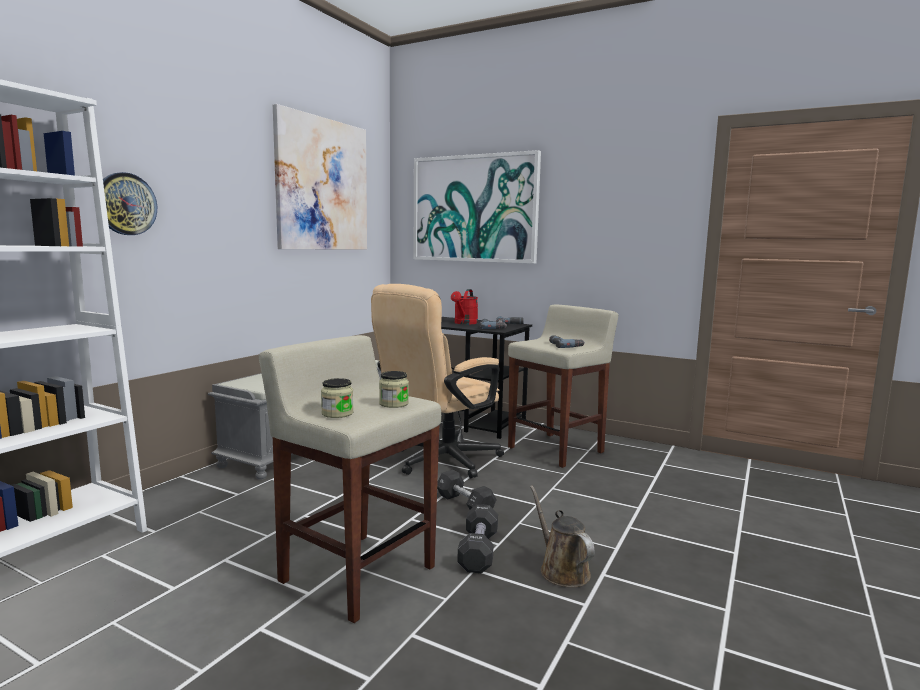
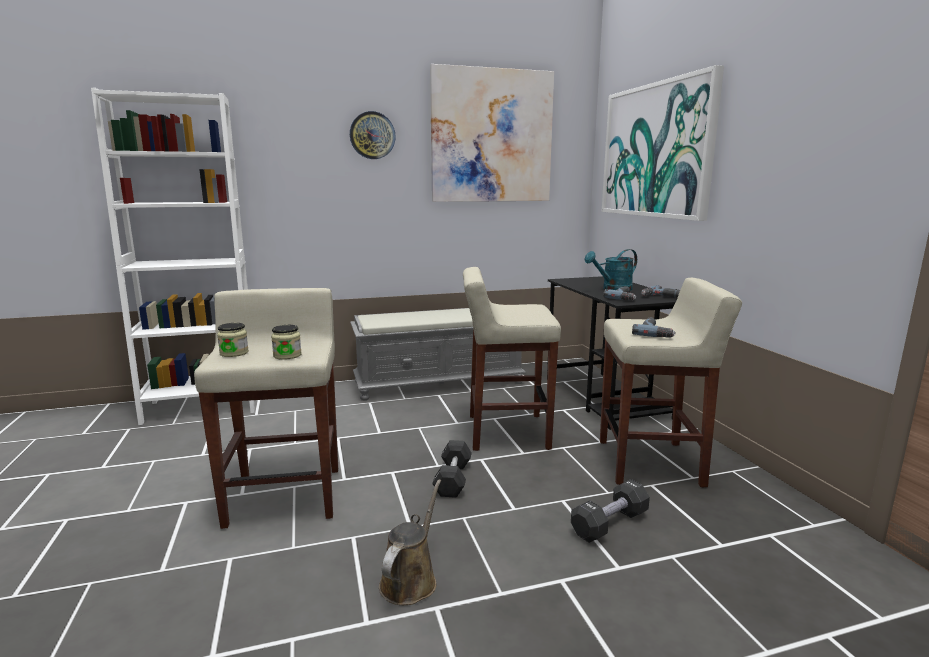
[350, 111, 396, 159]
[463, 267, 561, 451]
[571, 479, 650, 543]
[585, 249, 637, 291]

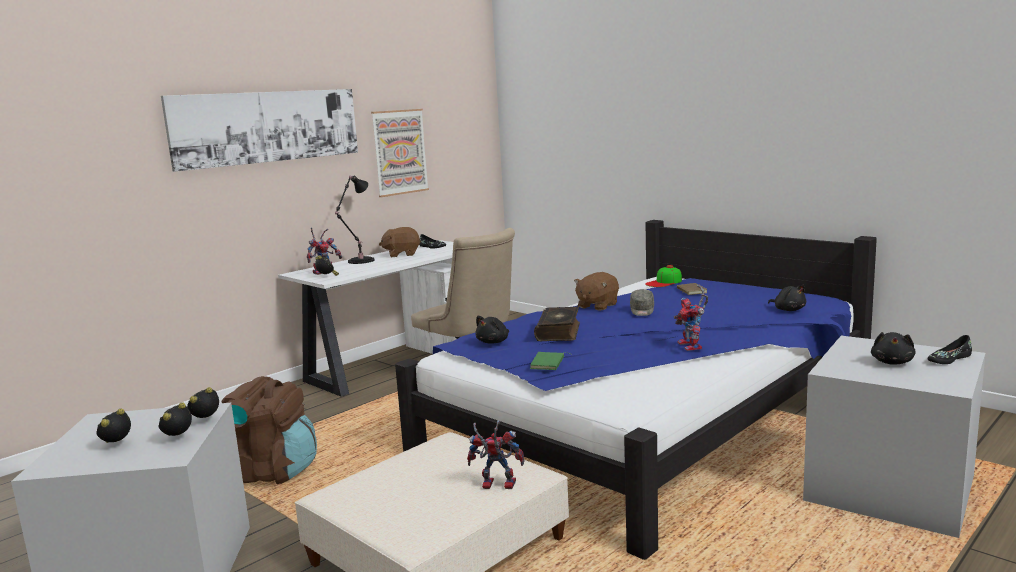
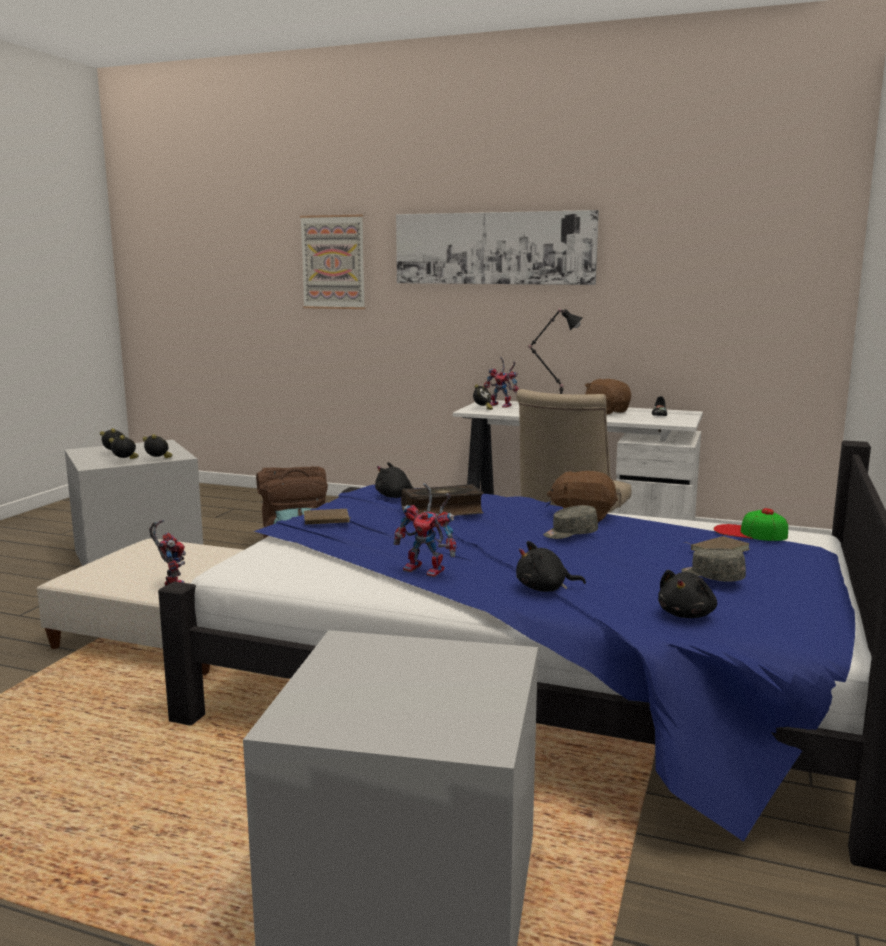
[300, 215, 365, 309]
[304, 509, 351, 525]
[393, 483, 457, 577]
[516, 541, 586, 592]
[681, 548, 746, 582]
[928, 335, 972, 364] (first image)

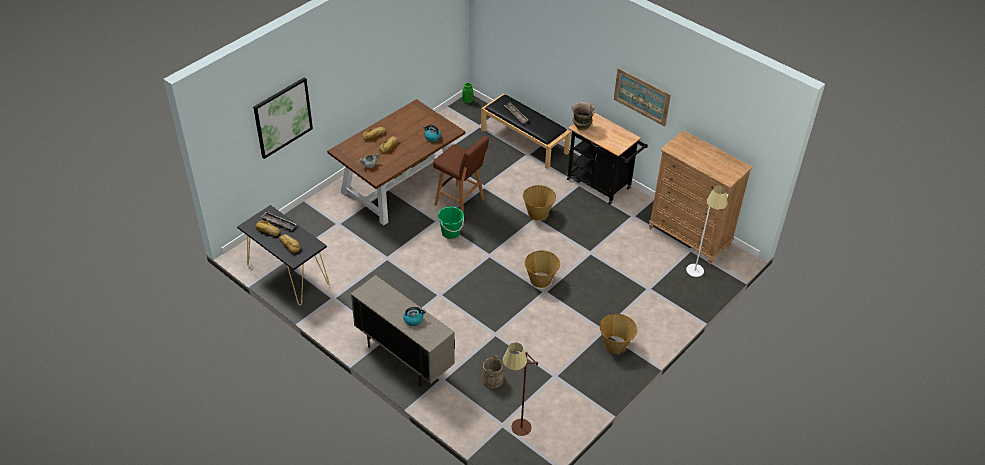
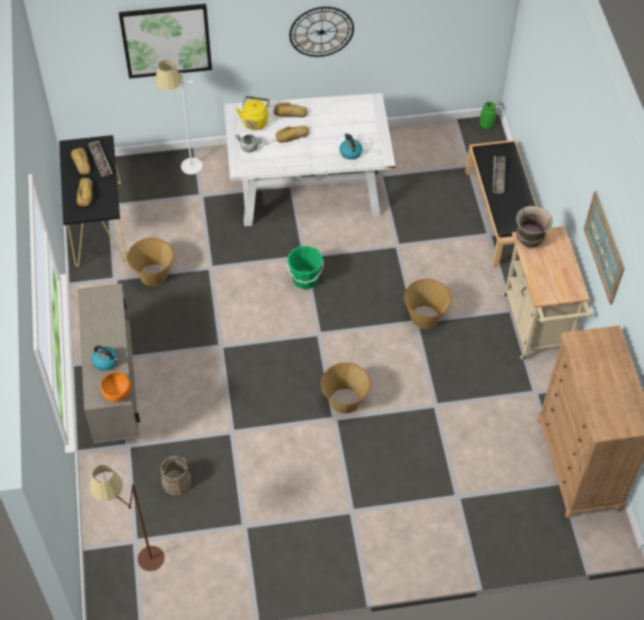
[100, 372, 131, 402]
[127, 238, 174, 286]
[155, 60, 203, 174]
[224, 93, 395, 226]
[236, 96, 270, 130]
[289, 7, 354, 57]
[502, 226, 592, 360]
[433, 136, 489, 220] (first image)

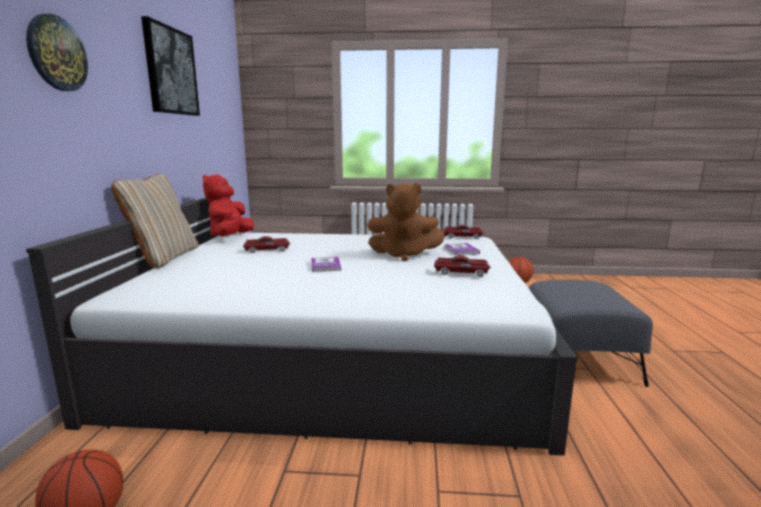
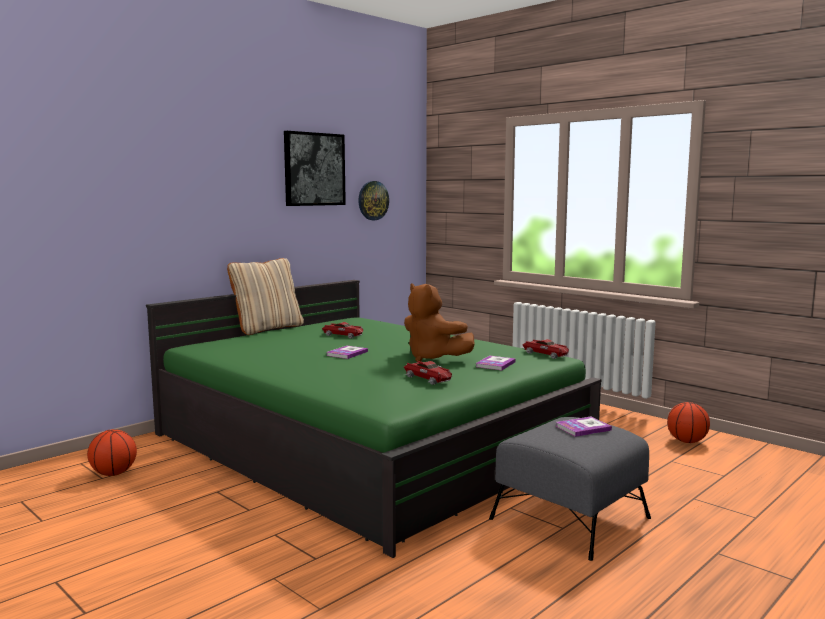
[146, 280, 602, 558]
[358, 181, 389, 220]
[556, 417, 612, 437]
[203, 174, 254, 237] (first image)

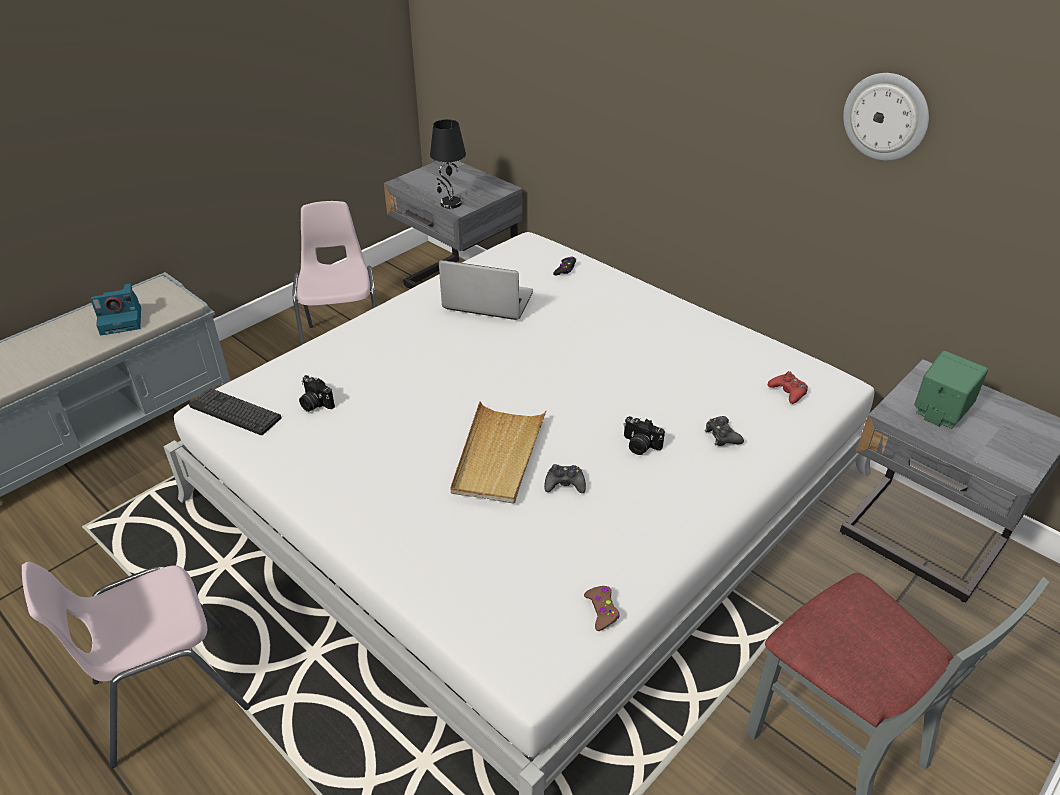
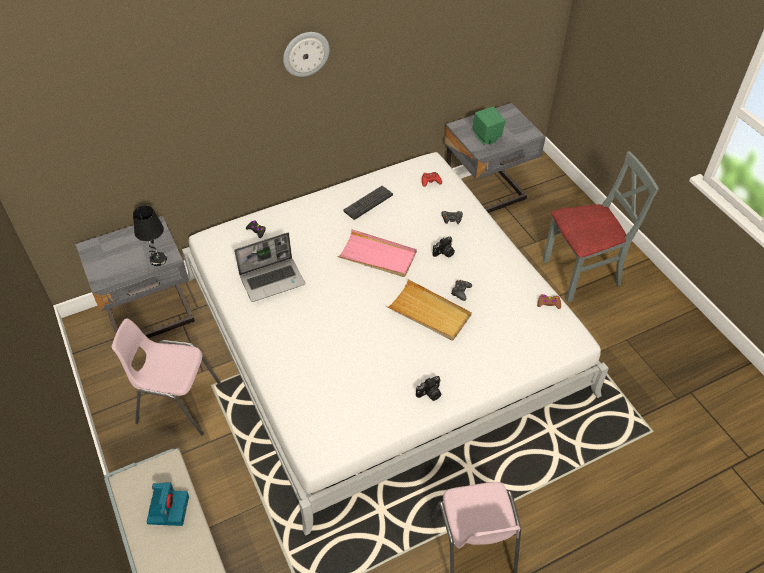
[234, 233, 305, 302]
[283, 32, 329, 77]
[337, 229, 417, 277]
[343, 186, 393, 220]
[416, 376, 441, 401]

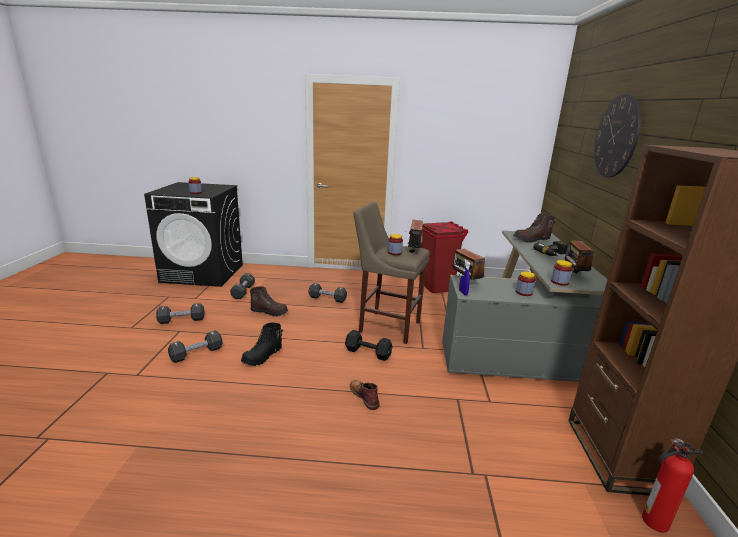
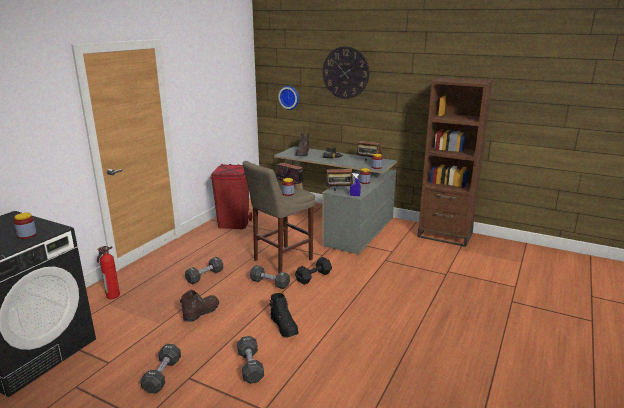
[97, 246, 120, 299]
[250, 265, 290, 289]
[278, 86, 299, 110]
[350, 380, 380, 410] (first image)

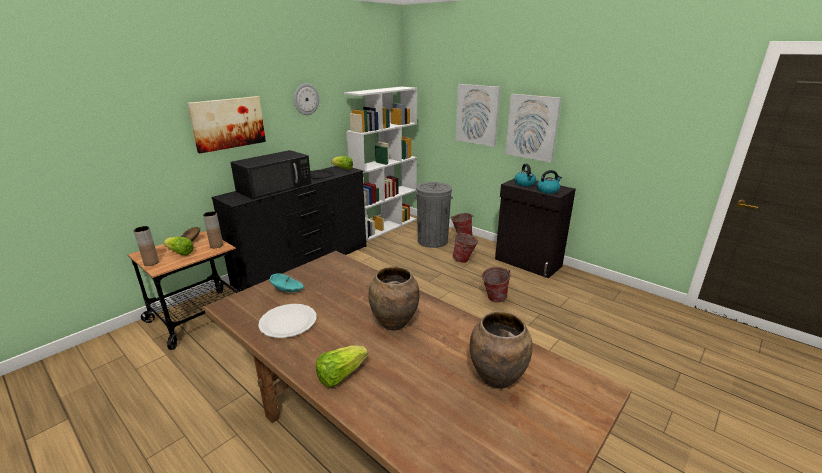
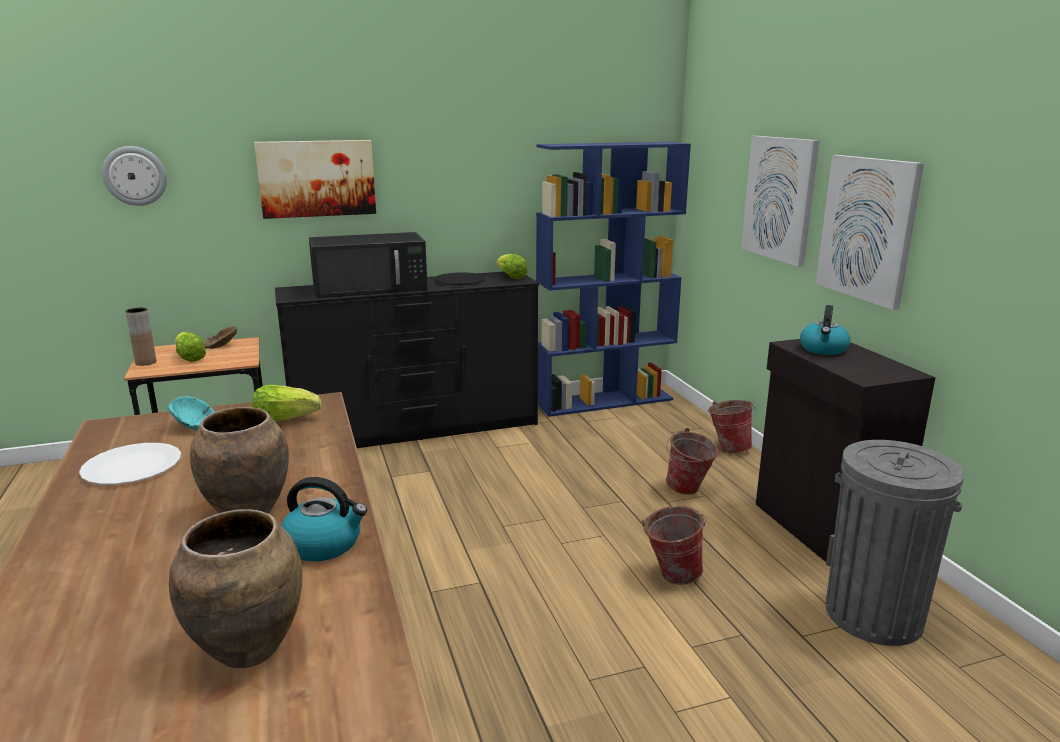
[102, 146, 167, 206]
[252, 385, 321, 422]
[281, 477, 367, 561]
[536, 142, 691, 417]
[826, 440, 964, 646]
[203, 212, 223, 248] (first image)

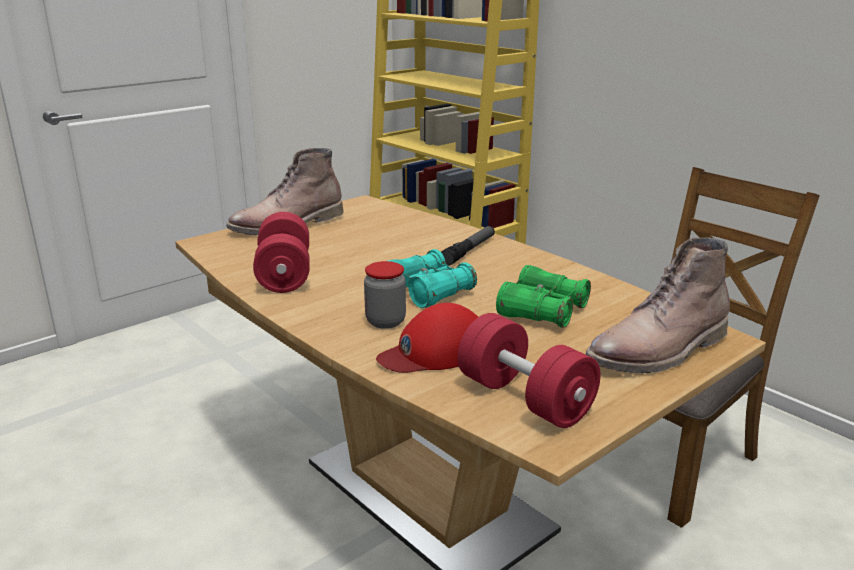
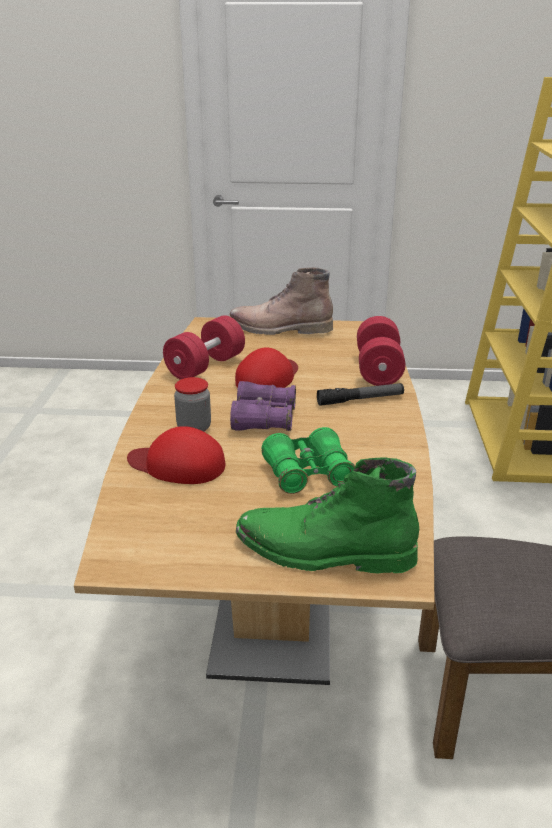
[230, 381, 296, 431]
[235, 347, 298, 388]
[236, 457, 419, 573]
[357, 316, 406, 386]

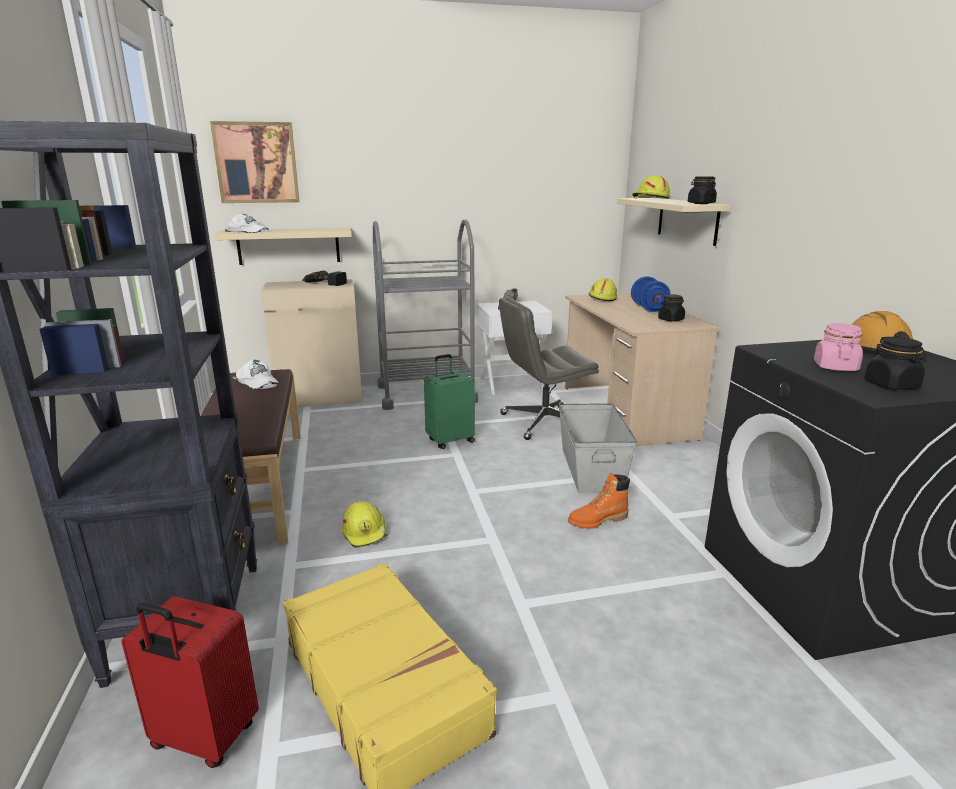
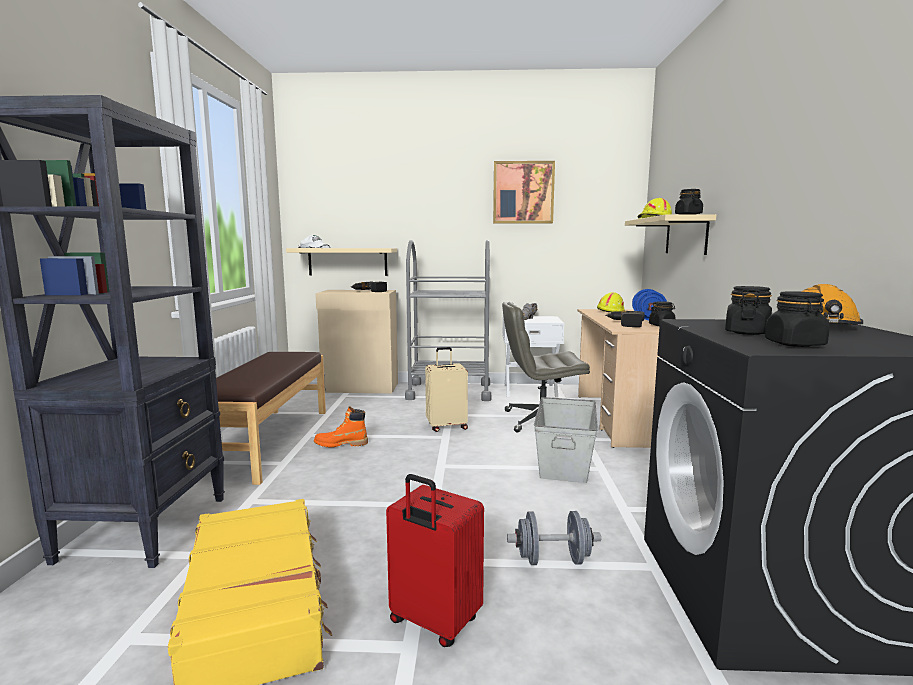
[314, 406, 368, 448]
[386, 474, 484, 647]
[425, 347, 468, 432]
[493, 161, 555, 223]
[507, 511, 601, 565]
[605, 311, 644, 327]
[725, 286, 772, 335]
[233, 360, 279, 389] (first image)
[342, 501, 388, 548] (first image)

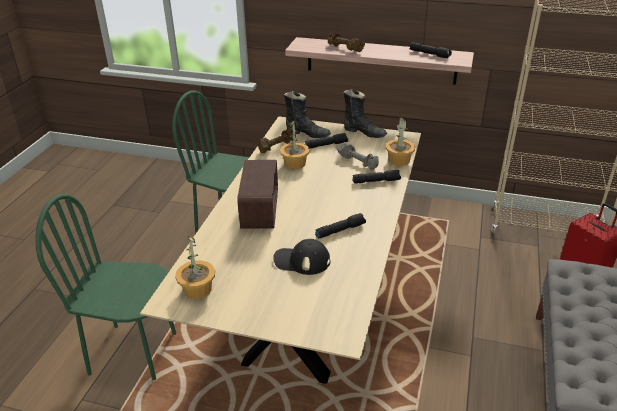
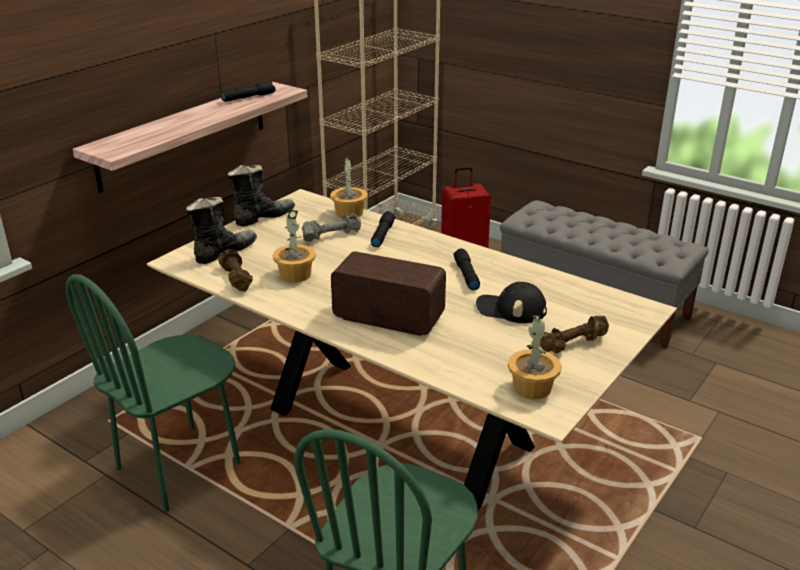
[476, 282, 547, 323]
[540, 316, 609, 353]
[305, 133, 348, 149] (first image)

